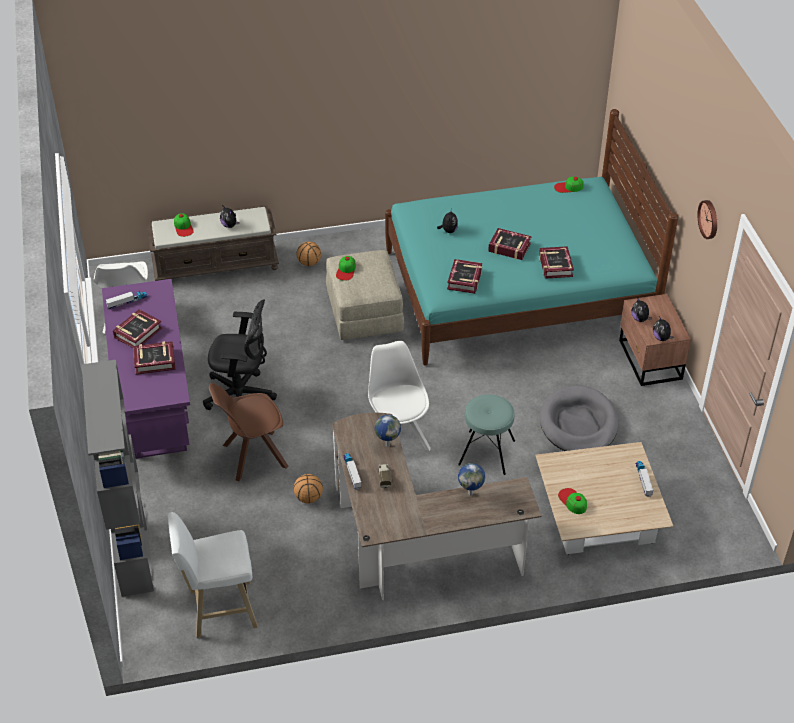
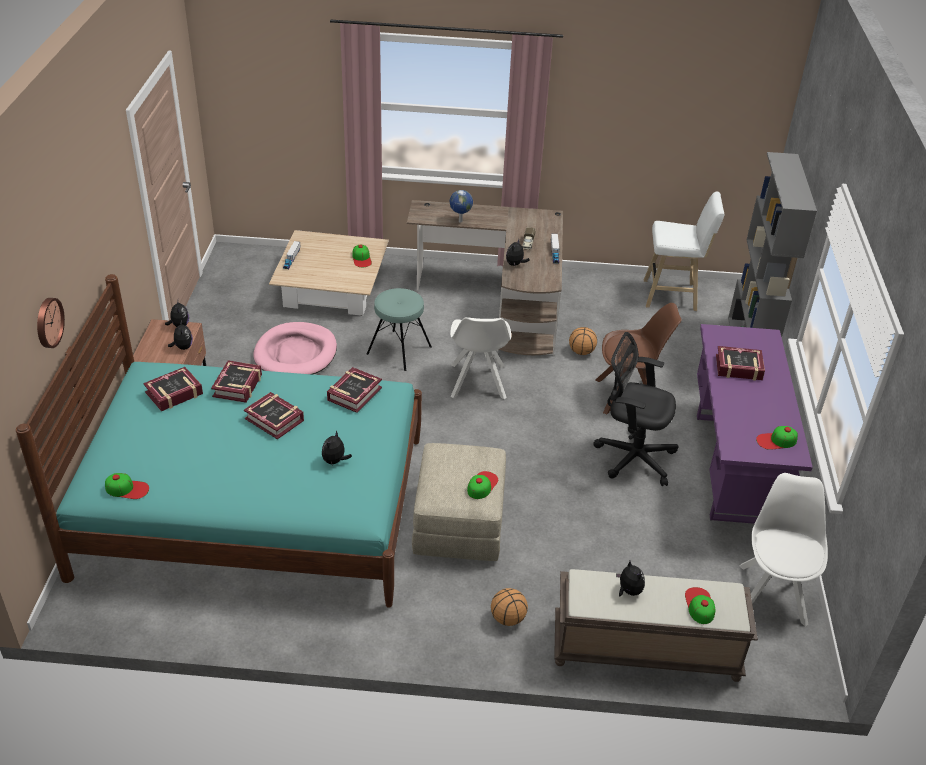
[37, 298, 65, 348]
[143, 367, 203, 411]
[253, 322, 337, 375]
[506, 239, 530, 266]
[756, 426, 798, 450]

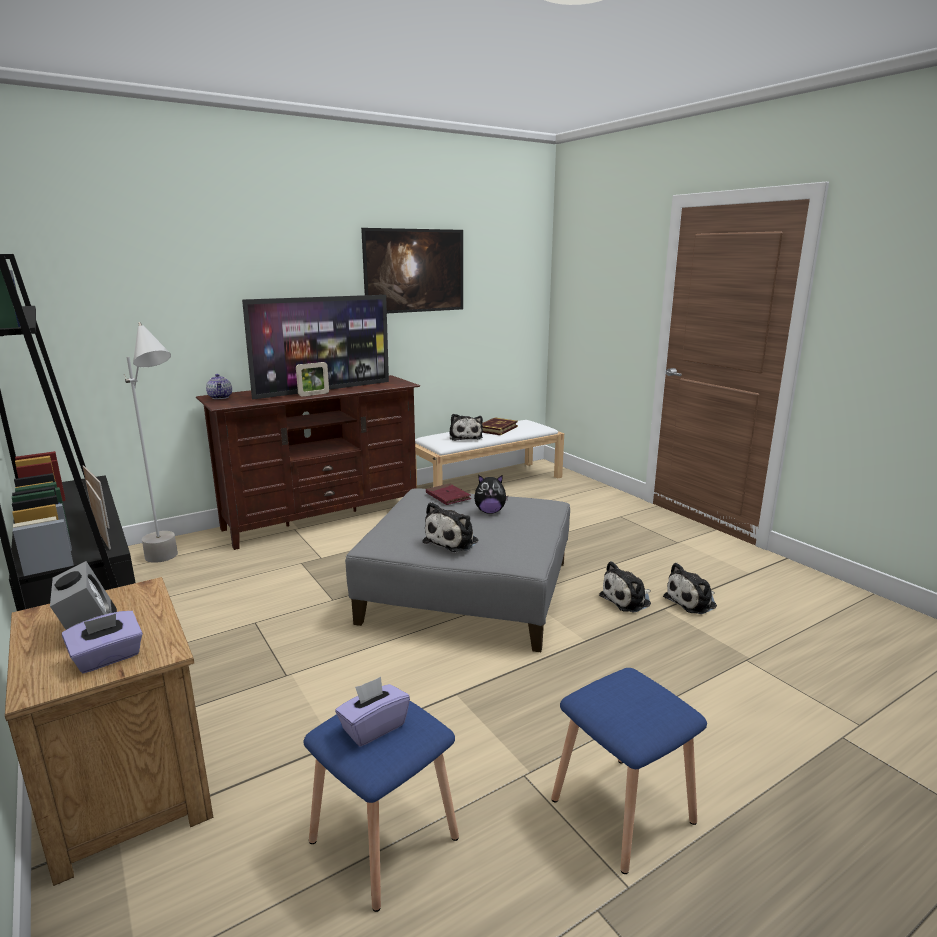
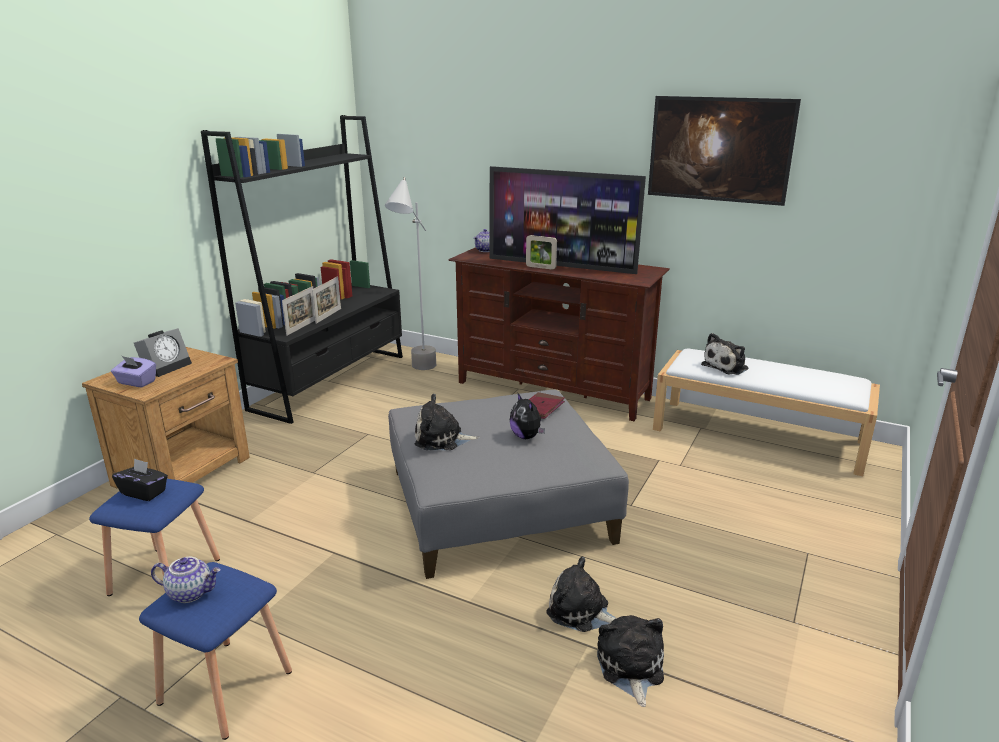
[112, 458, 168, 501]
[151, 557, 221, 603]
[597, 615, 664, 707]
[482, 418, 518, 435] (first image)

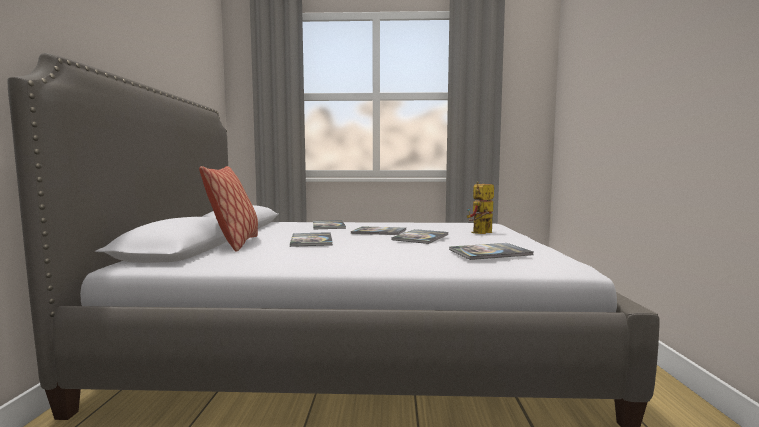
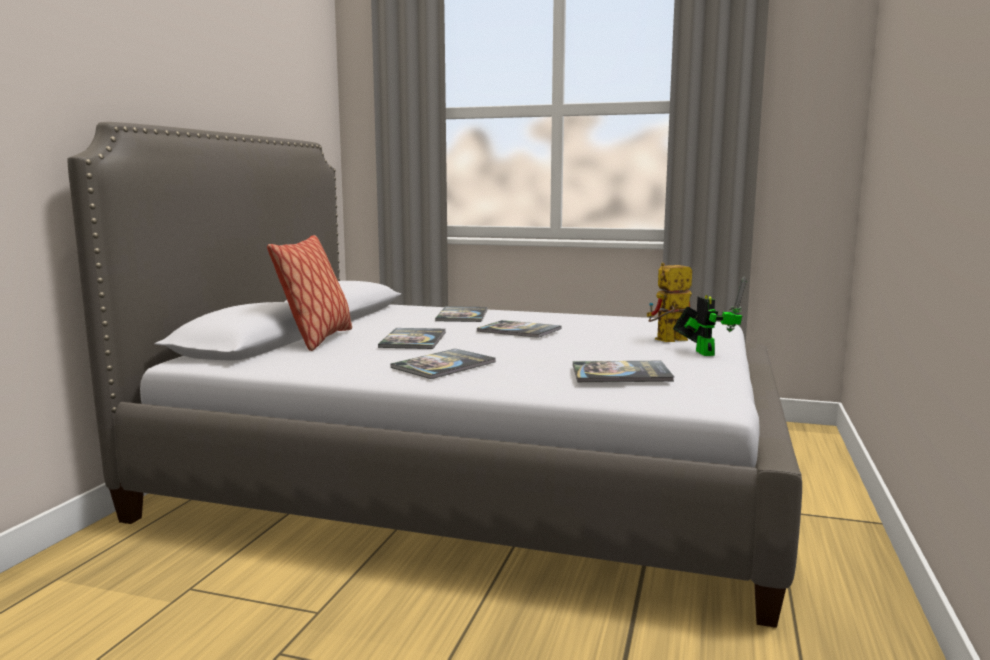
[391, 349, 496, 379]
[673, 277, 747, 356]

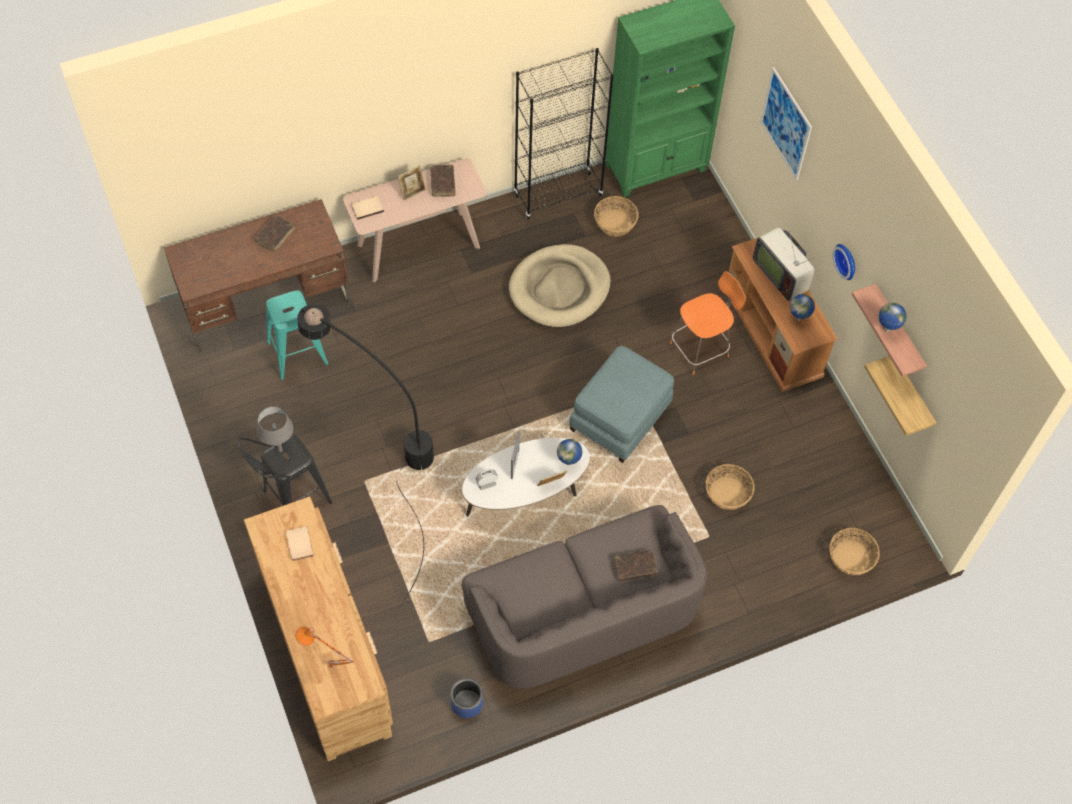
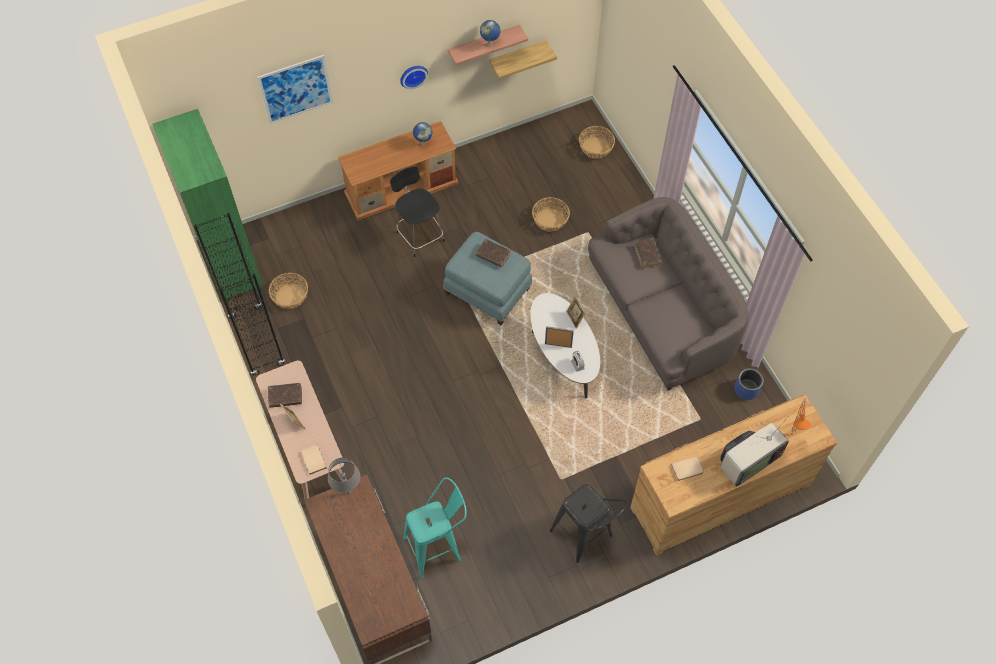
[328, 458, 360, 495]
[390, 166, 445, 257]
[476, 239, 511, 267]
[720, 416, 789, 486]
[297, 304, 434, 608] (first image)
[509, 244, 611, 328] (first image)
[557, 439, 582, 465] (first image)

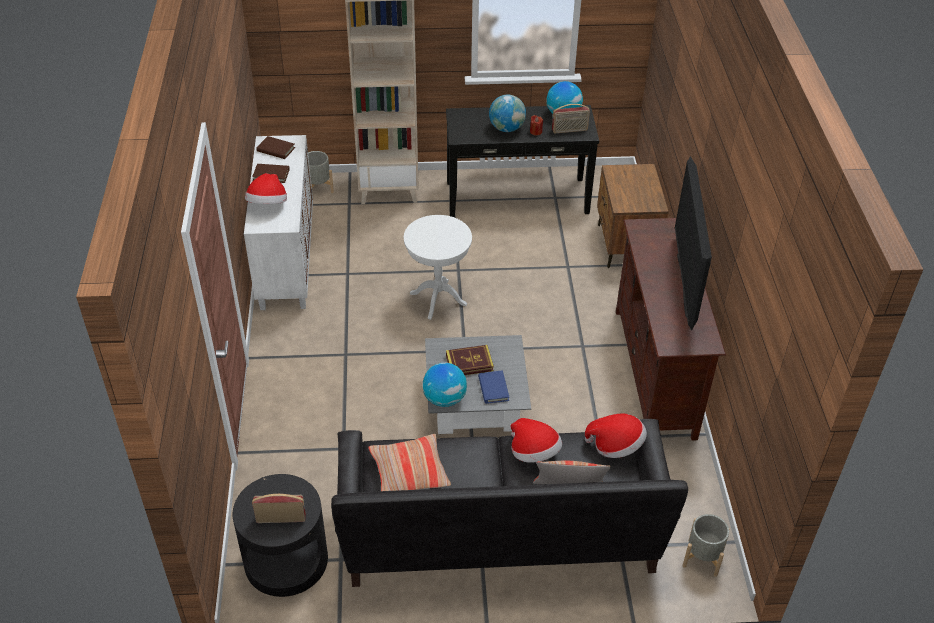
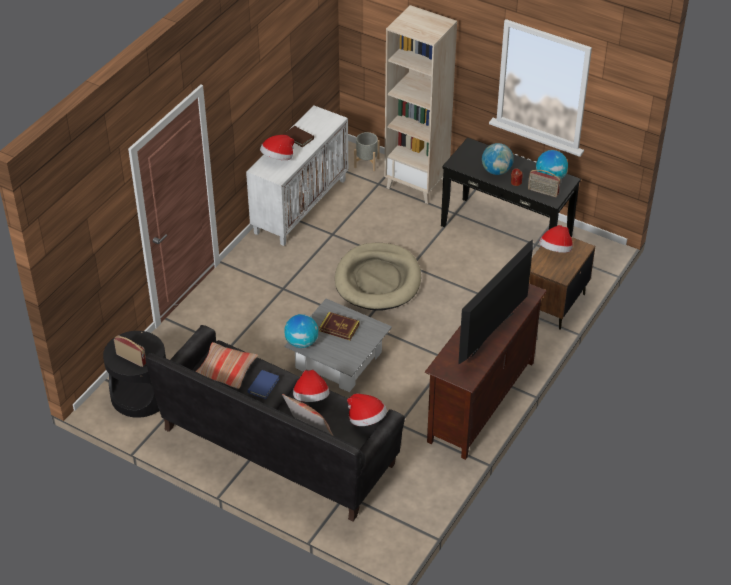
[248, 370, 279, 399]
[335, 243, 421, 311]
[539, 225, 573, 253]
[256, 136, 295, 159] (first image)
[683, 514, 729, 577] (first image)

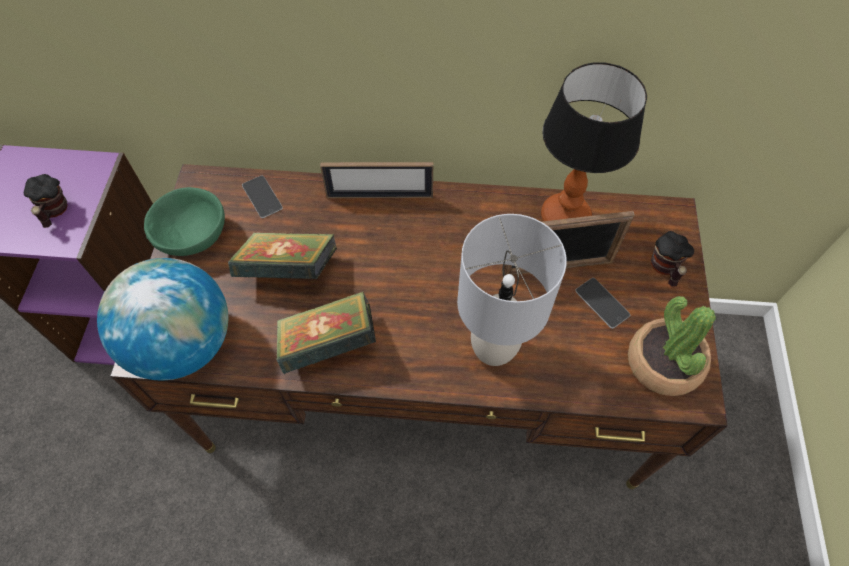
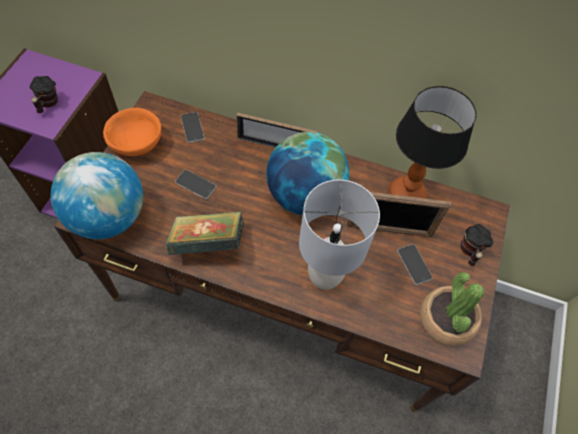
[103, 108, 162, 156]
[175, 170, 217, 199]
[266, 132, 350, 215]

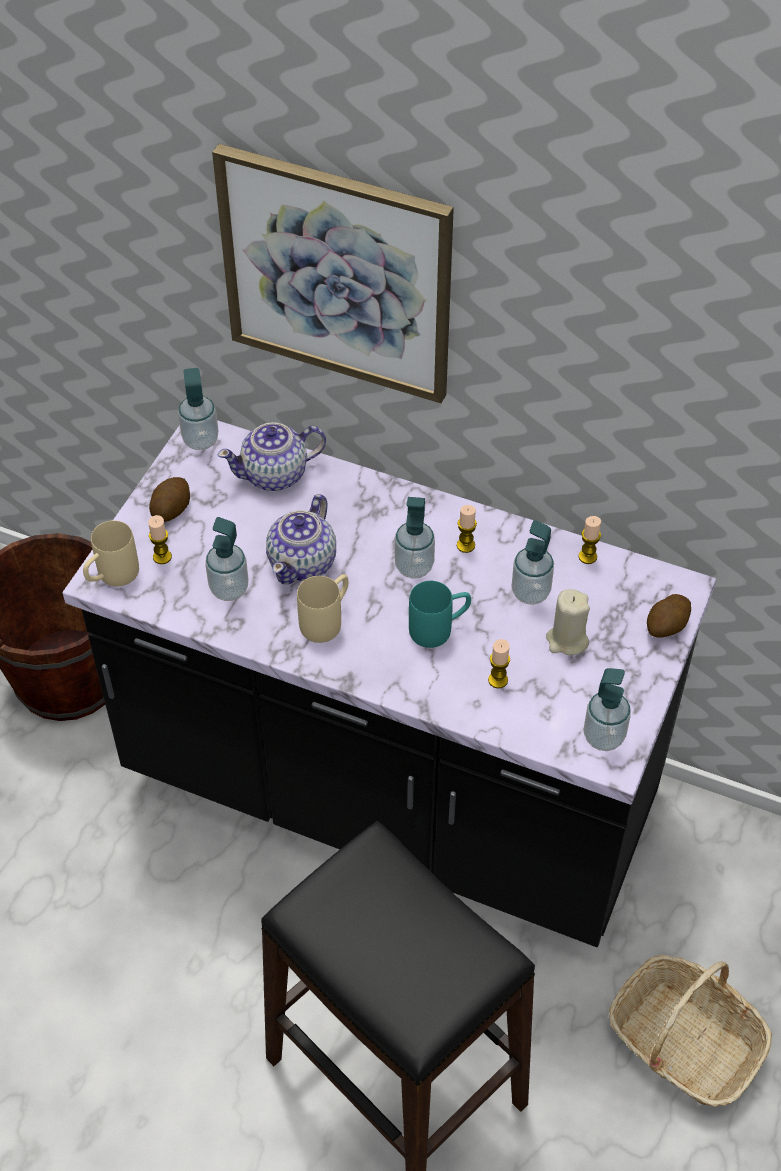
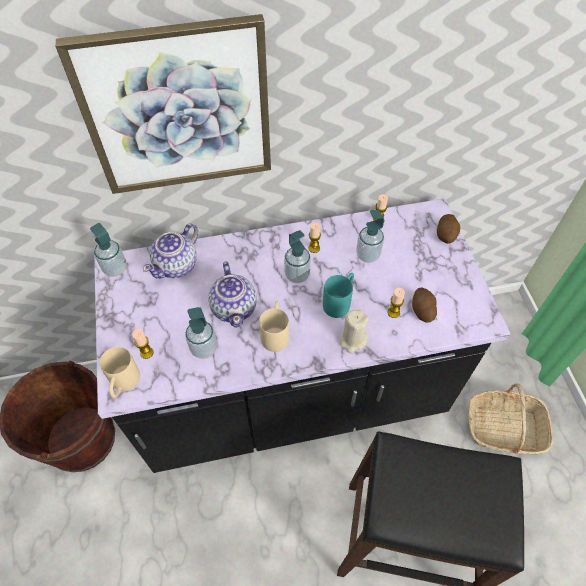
[340, 309, 369, 353]
[412, 287, 437, 323]
[584, 668, 631, 751] (first image)

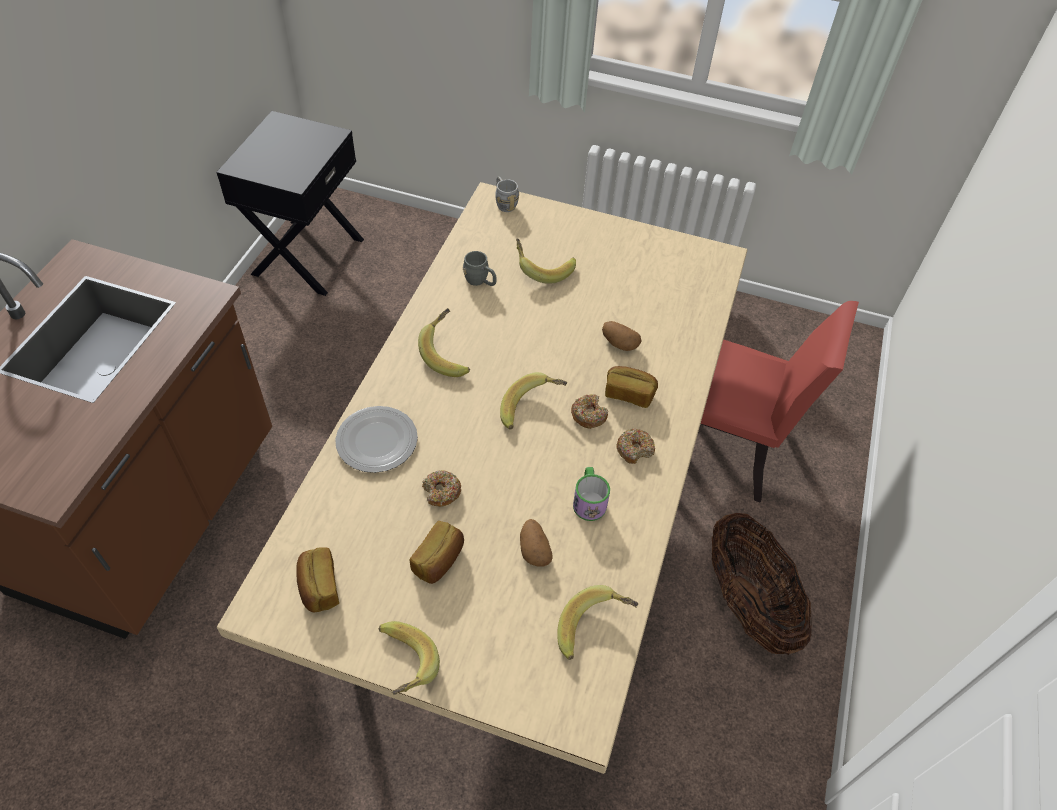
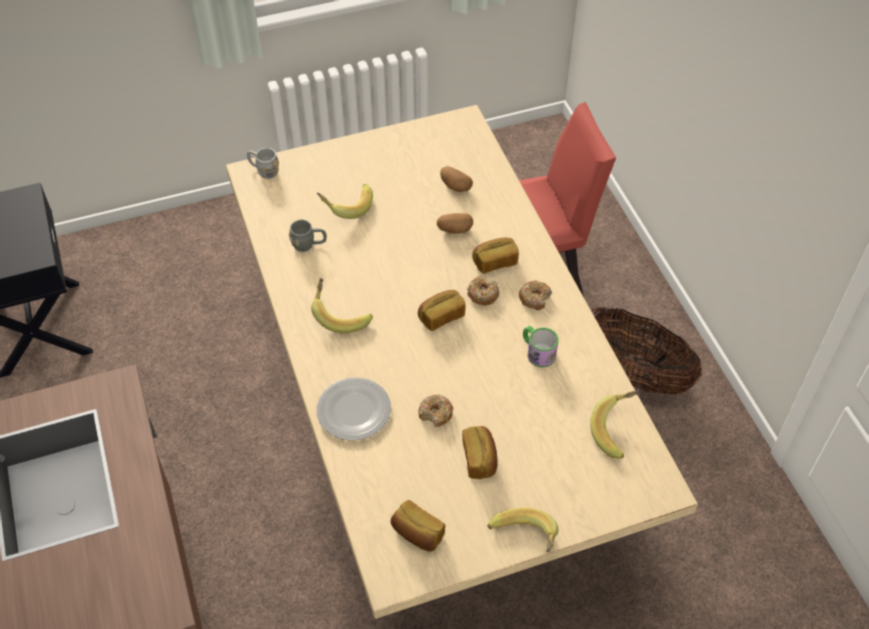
[418, 290, 466, 331]
[440, 166, 473, 192]

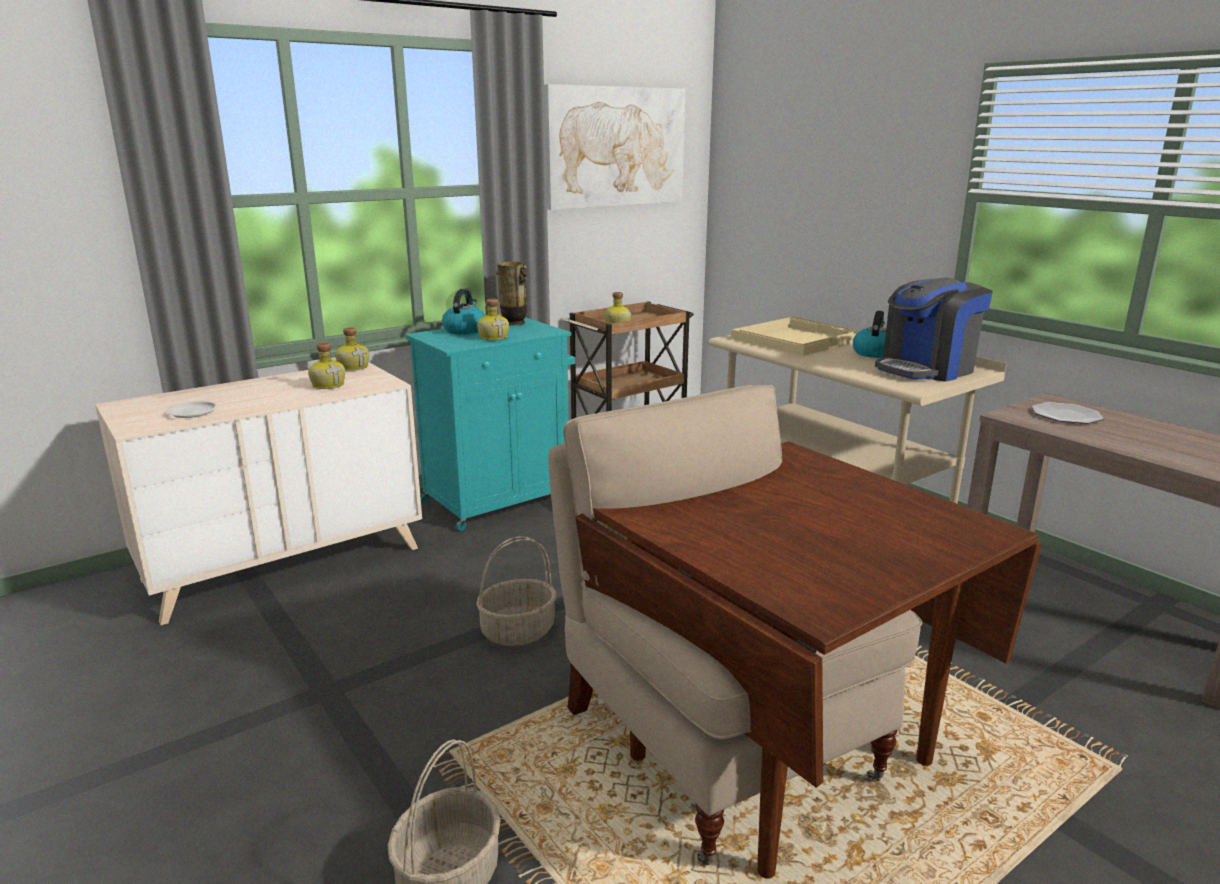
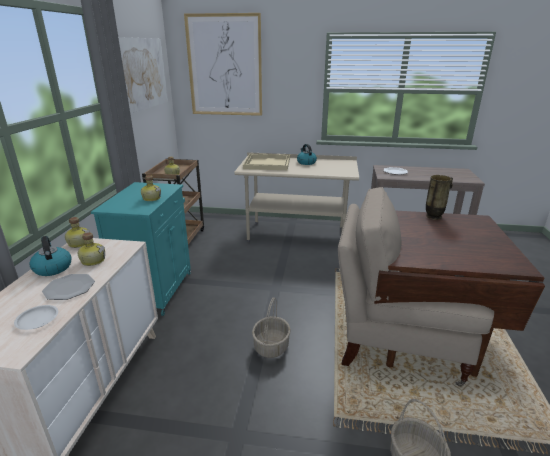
[29, 236, 71, 276]
[42, 274, 95, 300]
[184, 13, 262, 116]
[426, 175, 453, 220]
[875, 278, 993, 382] (first image)

